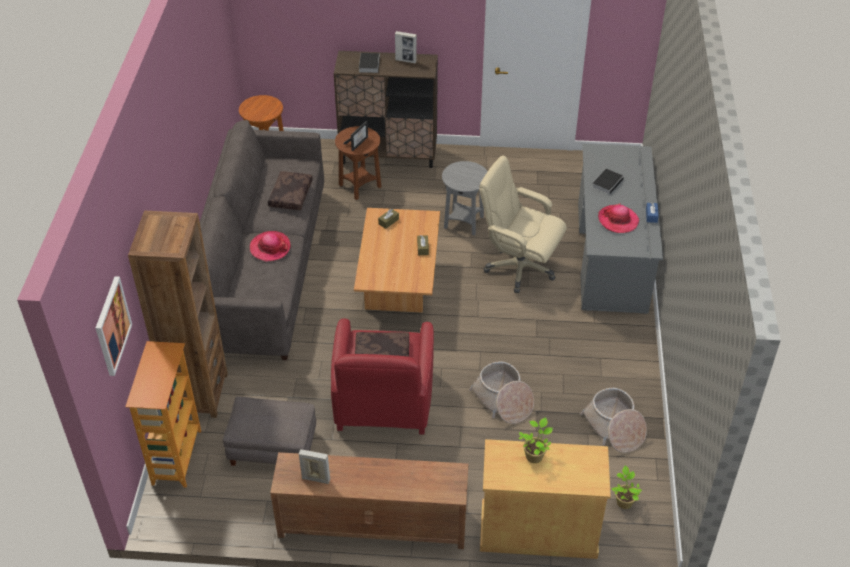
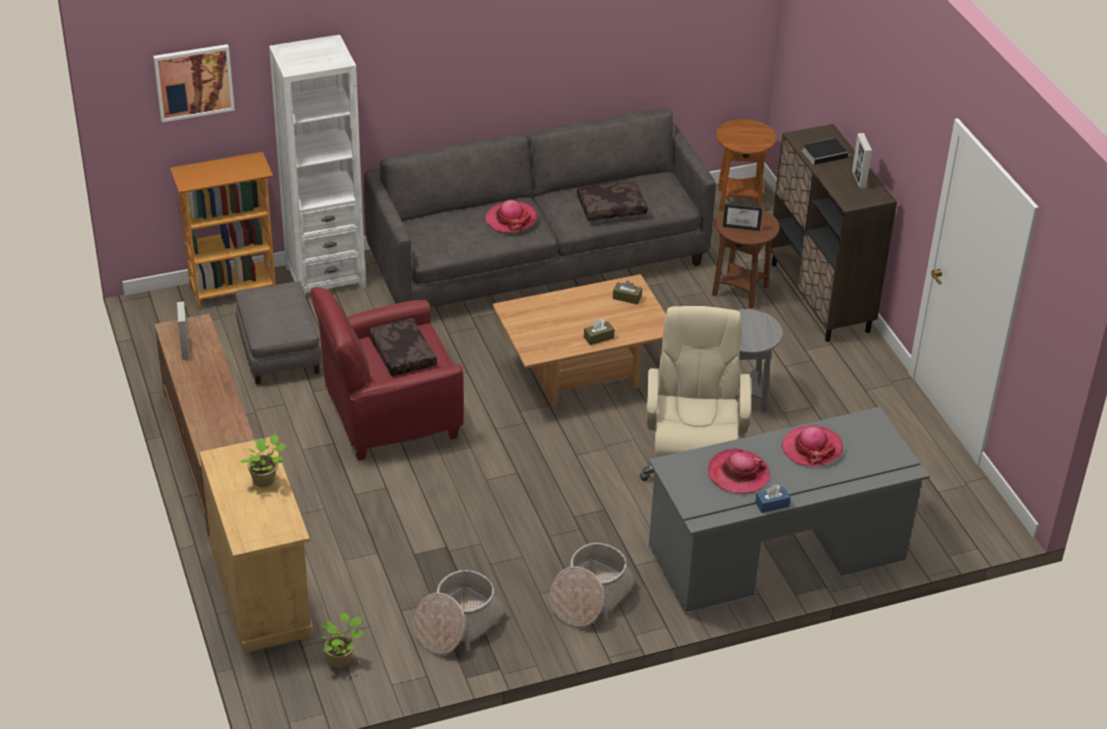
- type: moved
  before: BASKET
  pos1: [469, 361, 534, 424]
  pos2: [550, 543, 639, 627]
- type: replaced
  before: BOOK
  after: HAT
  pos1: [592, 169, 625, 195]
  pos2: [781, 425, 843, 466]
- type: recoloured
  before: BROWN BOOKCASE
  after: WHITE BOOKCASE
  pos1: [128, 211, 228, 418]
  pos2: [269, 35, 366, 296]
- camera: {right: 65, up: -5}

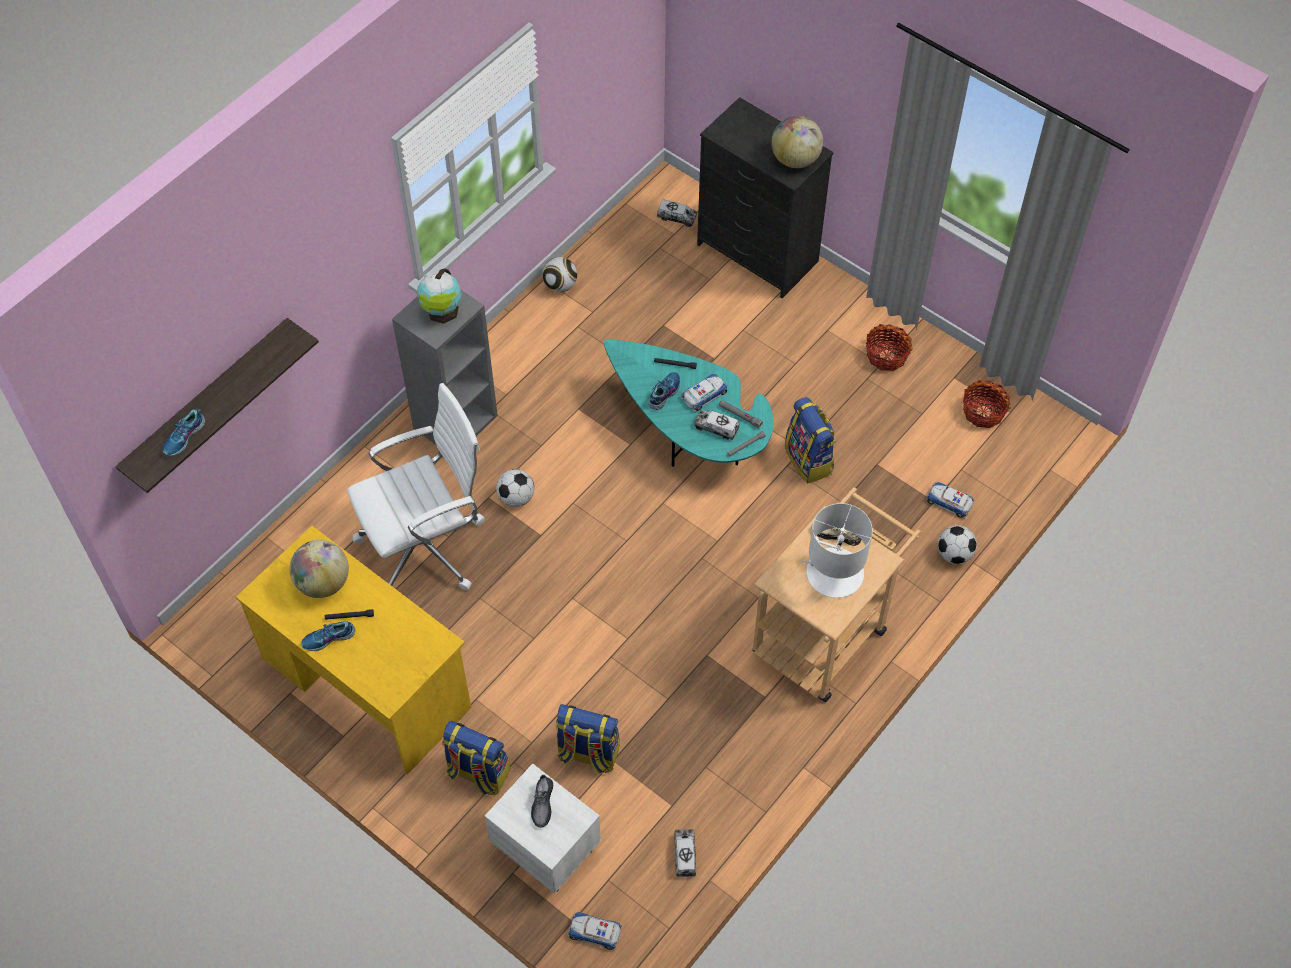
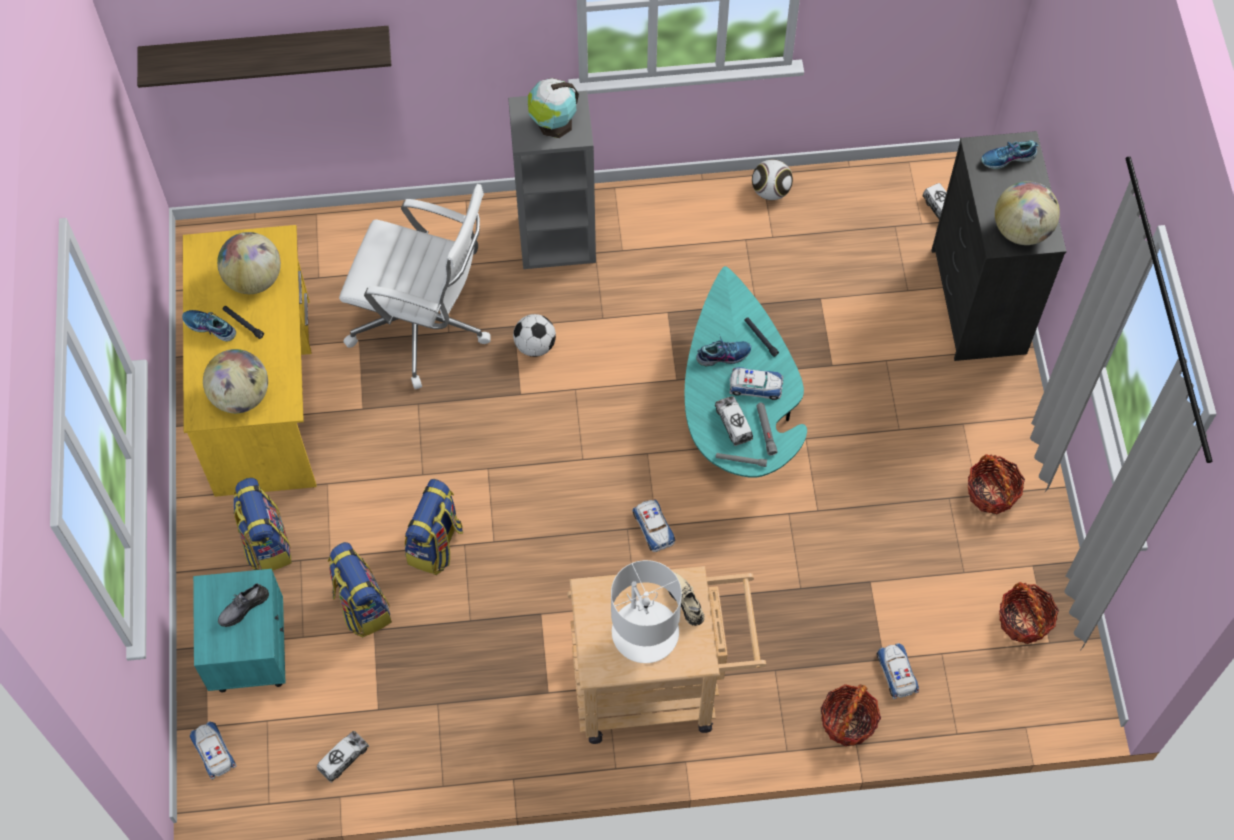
- type: added
  after: GLOBE
  pos2: [203, 349, 268, 413]
- type: added
  after: TOY CAR
  pos2: [632, 499, 675, 552]
- type: moved
  before: SHOE
  pos1: [163, 409, 205, 456]
  pos2: [981, 140, 1039, 169]
- type: moved
  before: BACKPACK
  pos1: [785, 397, 836, 483]
  pos2: [405, 479, 463, 575]
- type: replaced
  before: FOOTBALL
  after: BASKET
  pos1: [938, 525, 977, 564]
  pos2: [821, 684, 881, 746]
- type: recoloured
  before: WHITE NIGHTSTAND
  after: TURQUOISE NIGHTSTAND
  pos1: [485, 763, 601, 894]
  pos2: [193, 569, 285, 693]
- camera: {right: 45, up: 5}

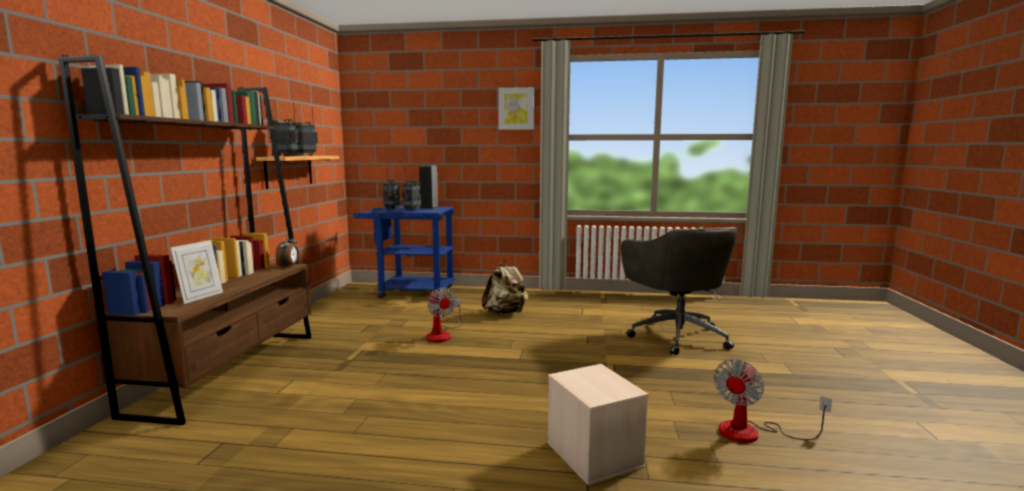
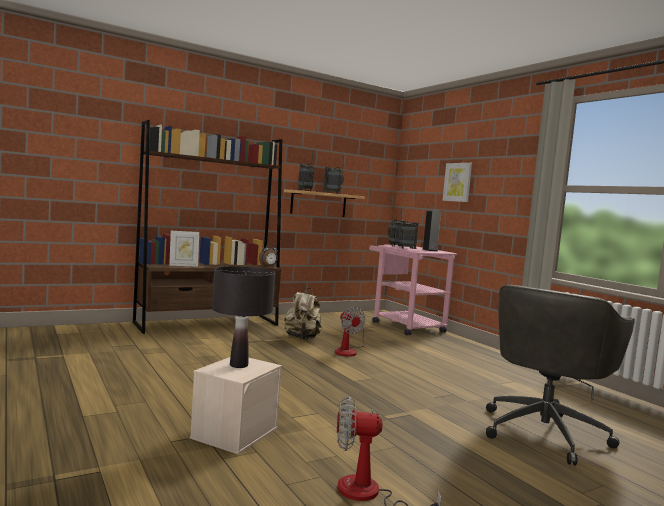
- type: added
  after: BLACK TABLE LAMP
  pos2: [212, 266, 275, 368]
- type: moved
  before: BEIGE BACKPACK
  pos1: [481, 260, 529, 314]
  pos2: [284, 288, 322, 340]
- type: moved
  before: PICTURE
  pos1: [498, 87, 534, 130]
  pos2: [443, 163, 472, 202]
- type: recoloured
  before: BLUE CART
  after: PINK CART
  pos1: [353, 206, 455, 298]
  pos2: [369, 245, 457, 335]
- type: turned
  before: FAN
  pos1: [426, 287, 462, 342]
  pos2: [335, 307, 365, 357]
  turn: -45
- camera: {right: 50, up: -5}

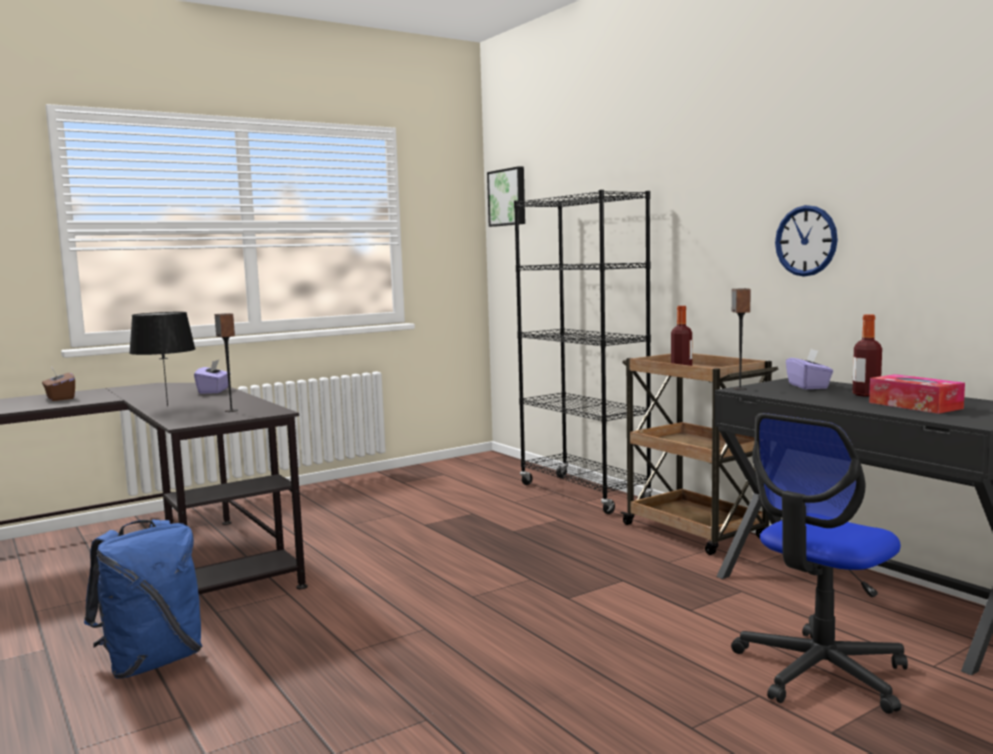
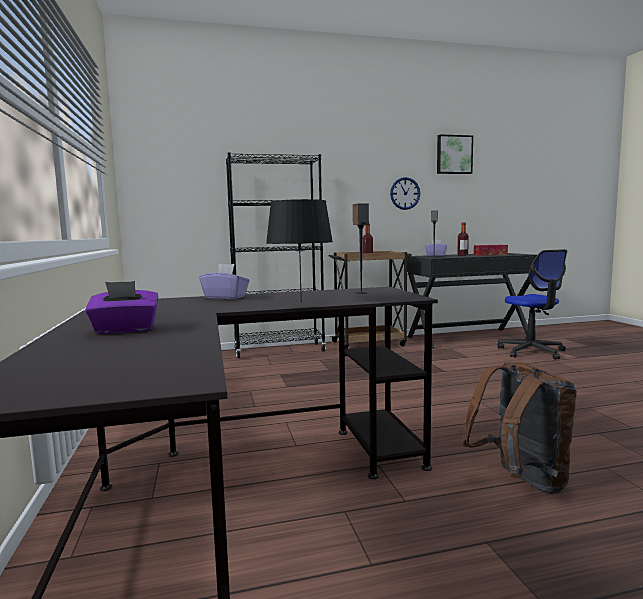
- type: moved
  before: PICTURE
  pos1: [487, 166, 525, 227]
  pos2: [437, 134, 473, 174]
- type: recoloured
  before: BROWN TISSUE BOX
  after: PURPLE TISSUE BOX
  pos1: [42, 366, 75, 401]
  pos2: [85, 281, 159, 334]
- type: recoloured
  before: BLUE BACKPACK
  after: BROWN BACKPACK
  pos1: [84, 520, 203, 679]
  pos2: [462, 362, 577, 494]
- camera: {right: -70, up: 0}

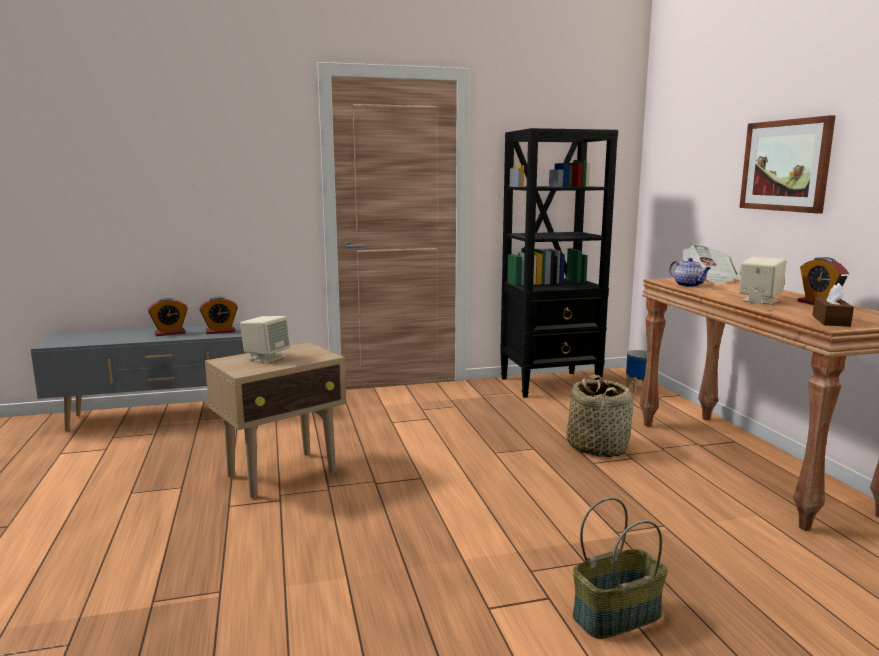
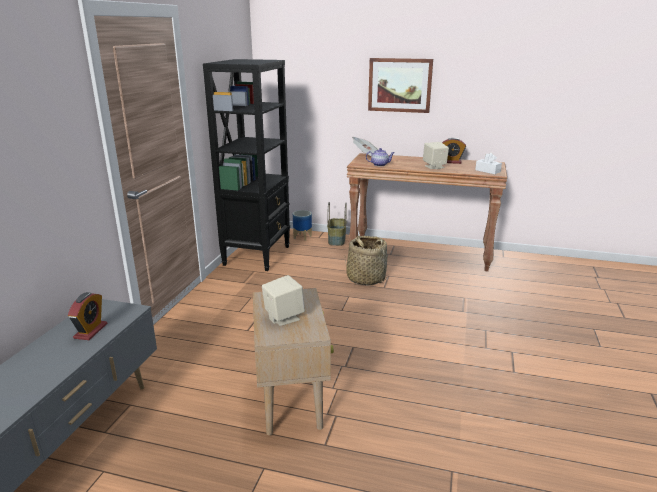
- type: removed
  before: ALARM CLOCK
  pos1: [148, 298, 188, 336]
- type: moved
  before: BASKET
  pos1: [573, 497, 668, 639]
  pos2: [327, 202, 347, 246]
- type: recoloured
  before: BROWN TISSUE BOX
  after: WHITE TISSUE BOX
  pos1: [812, 283, 854, 327]
  pos2: [475, 153, 502, 174]
- camera: {right: -60, up: 10}

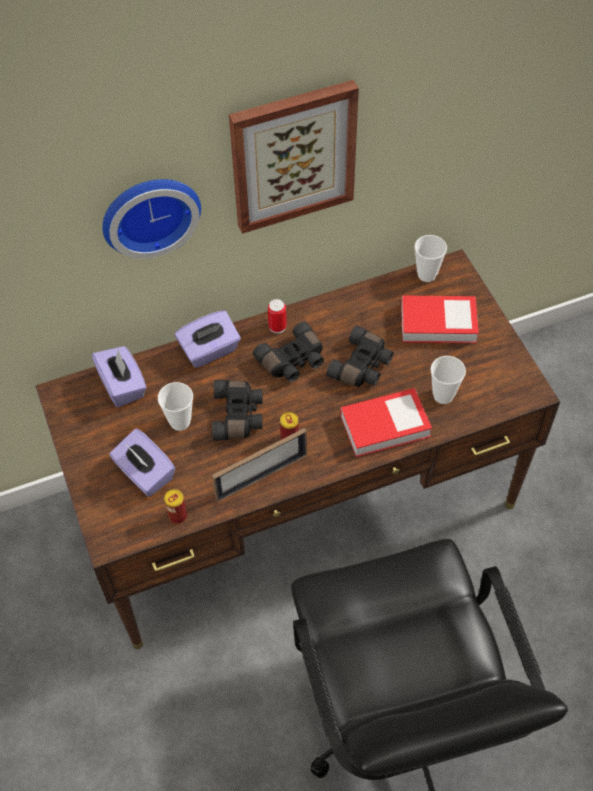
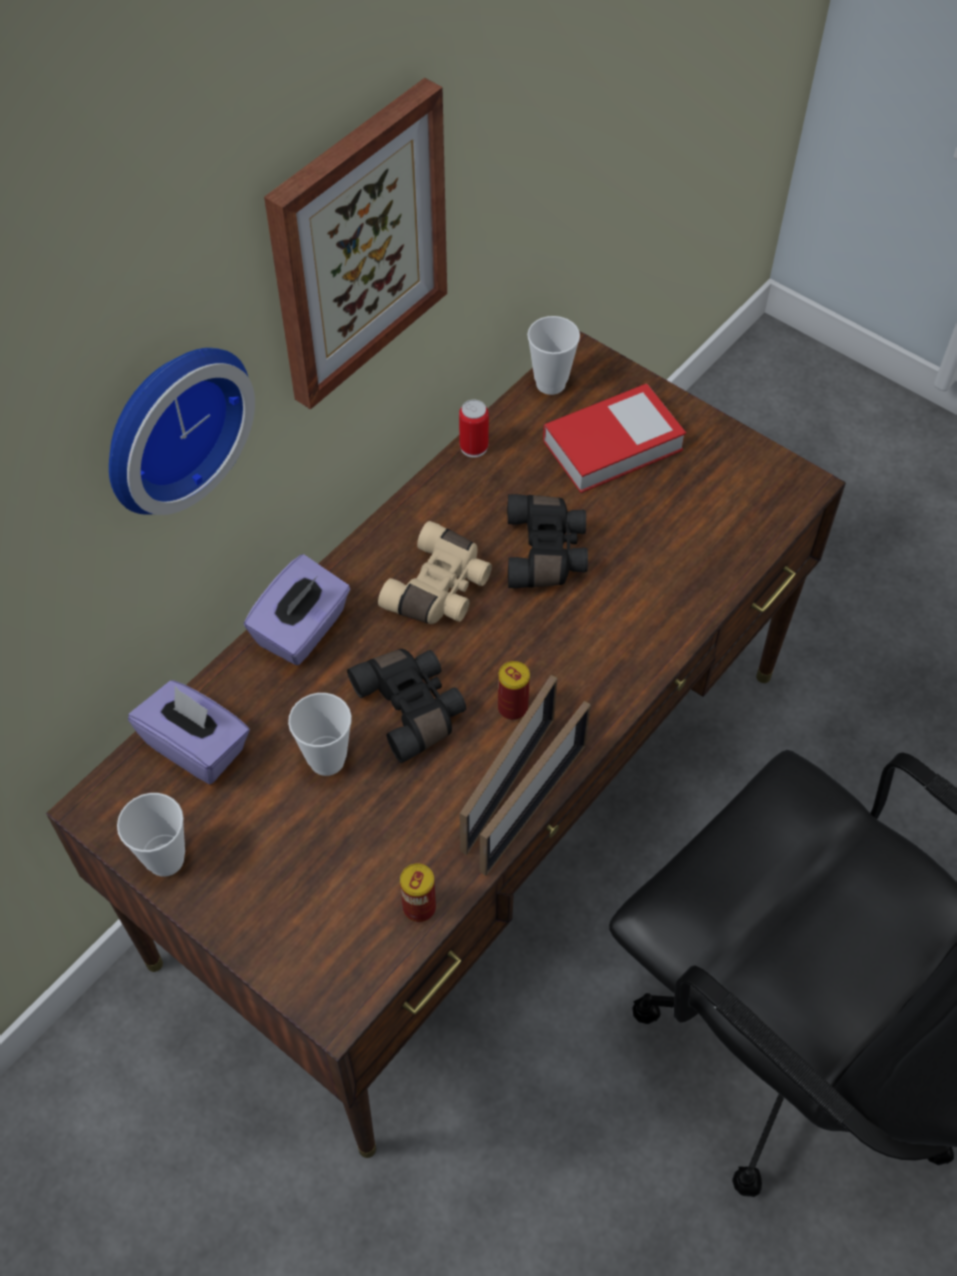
- type: removed
  before: PURPLE TISSUE BOX
  pos1: [110, 429, 175, 497]
- type: removed
  before: BOOK
  pos1: [340, 388, 432, 457]
- type: added
  after: PICTURE FRAME
  pos2: [480, 701, 591, 876]
- type: moved
  before: CAN
  pos1: [268, 299, 286, 333]
  pos2: [459, 400, 489, 458]
- type: moved
  before: CUP
  pos1: [431, 356, 466, 404]
  pos2: [117, 793, 185, 877]
- type: recoloured
  before: BLACK BINOCULARS
  after: BEIGE BINOCULARS
  pos1: [253, 321, 324, 382]
  pos2: [378, 521, 492, 624]
- camera: {right: -30, up: 0}

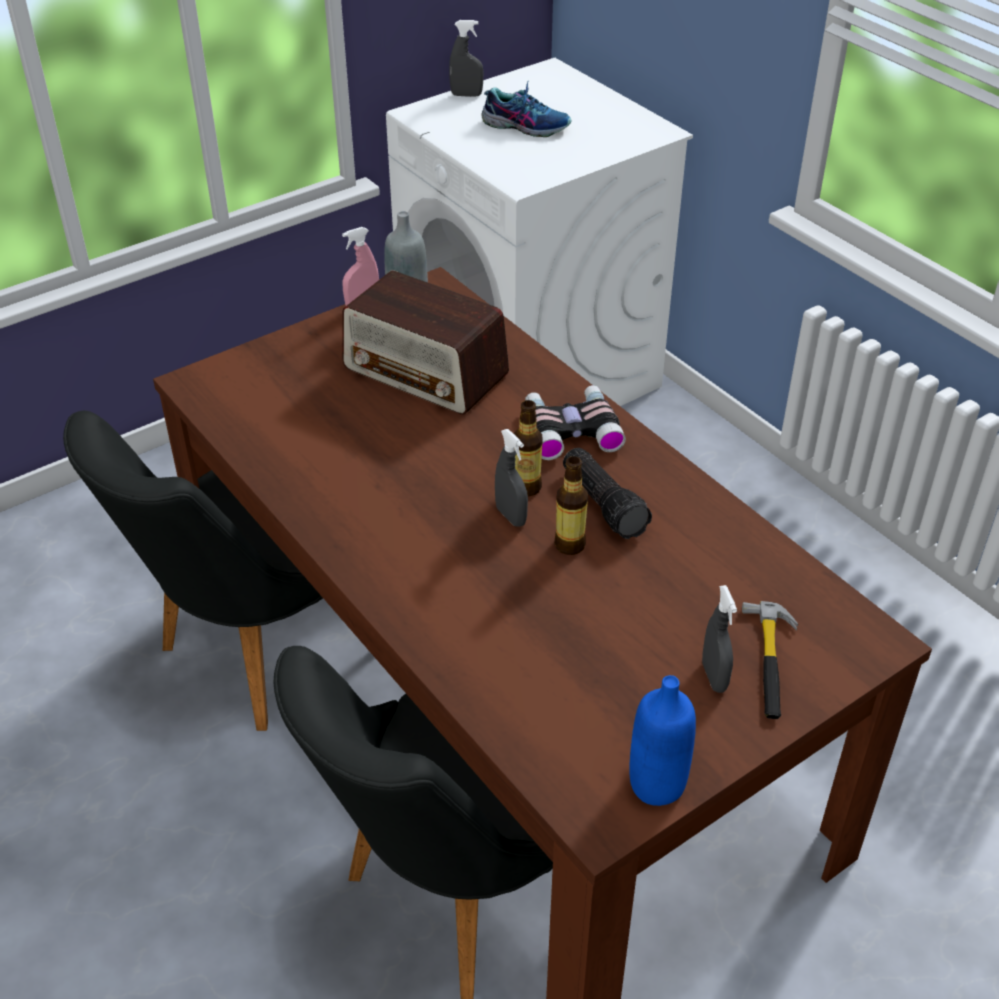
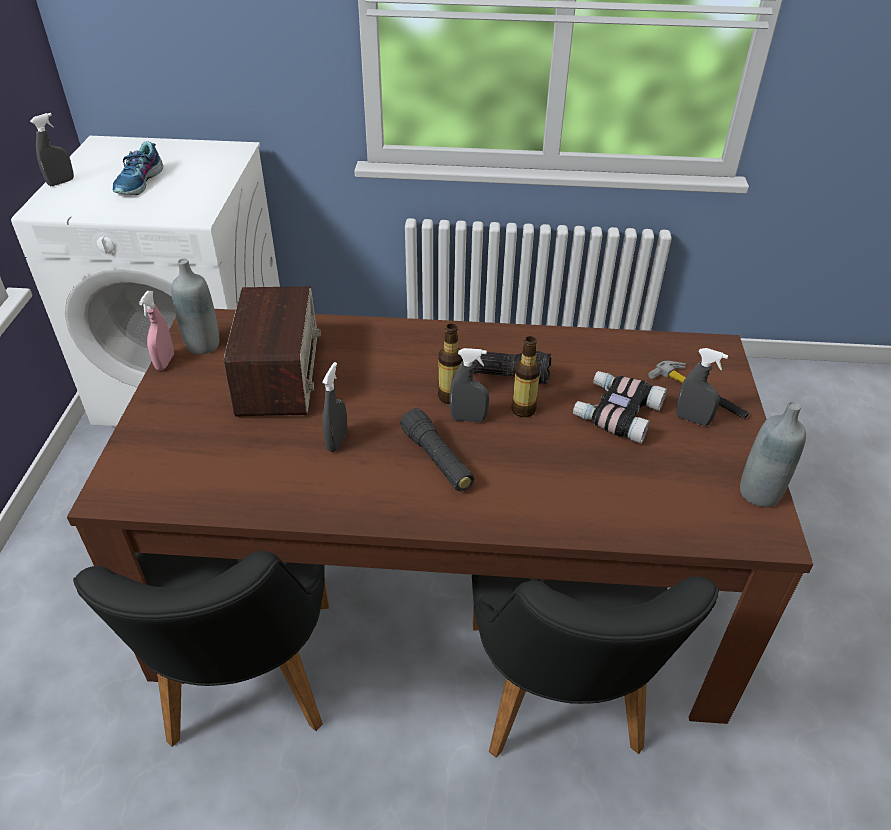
- type: added
  after: GREY SPRAY BOTTLE
  pos2: [322, 362, 347, 452]
- type: added
  after: BLACK FLASHLIGHT
  pos2: [400, 408, 474, 492]
- type: moved
  before: BINOCULARS
  pos1: [525, 385, 626, 460]
  pos2: [573, 371, 667, 444]
- type: recoloured
  before: BLUE BOTTLE
  after: GREY BOTTLE
  pos1: [629, 675, 696, 806]
  pos2: [740, 401, 806, 507]
- type: turned
  before: RADIO
  pos1: [342, 270, 509, 415]
  pos2: [224, 286, 321, 416]
  turn: -75
- type: turned
  before: SHOE
  pos1: [481, 82, 572, 137]
  pos2: [113, 141, 163, 195]
  turn: 135
- camera: {right: -50, up: 0}

